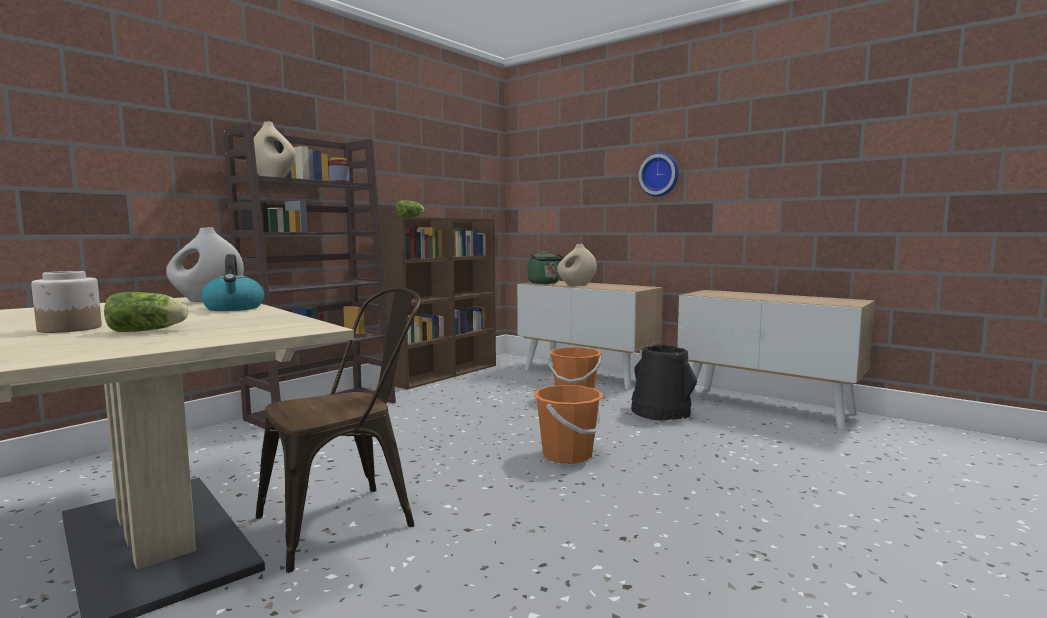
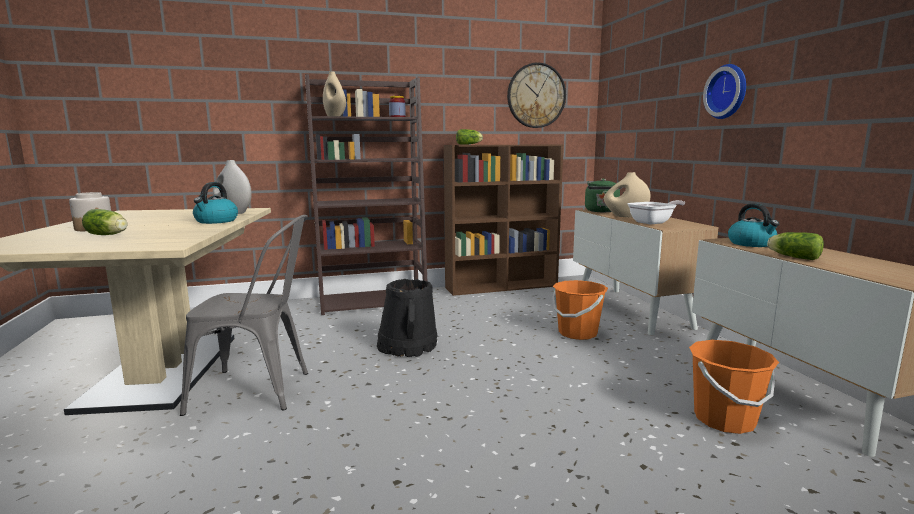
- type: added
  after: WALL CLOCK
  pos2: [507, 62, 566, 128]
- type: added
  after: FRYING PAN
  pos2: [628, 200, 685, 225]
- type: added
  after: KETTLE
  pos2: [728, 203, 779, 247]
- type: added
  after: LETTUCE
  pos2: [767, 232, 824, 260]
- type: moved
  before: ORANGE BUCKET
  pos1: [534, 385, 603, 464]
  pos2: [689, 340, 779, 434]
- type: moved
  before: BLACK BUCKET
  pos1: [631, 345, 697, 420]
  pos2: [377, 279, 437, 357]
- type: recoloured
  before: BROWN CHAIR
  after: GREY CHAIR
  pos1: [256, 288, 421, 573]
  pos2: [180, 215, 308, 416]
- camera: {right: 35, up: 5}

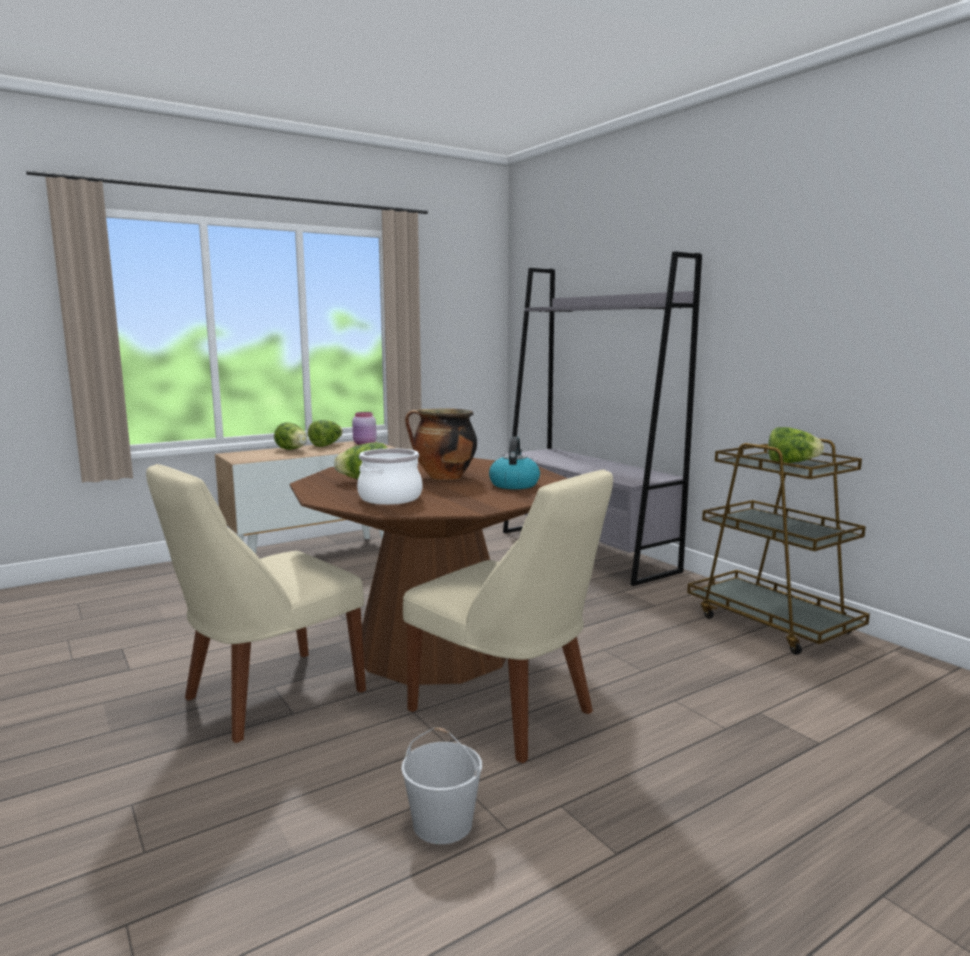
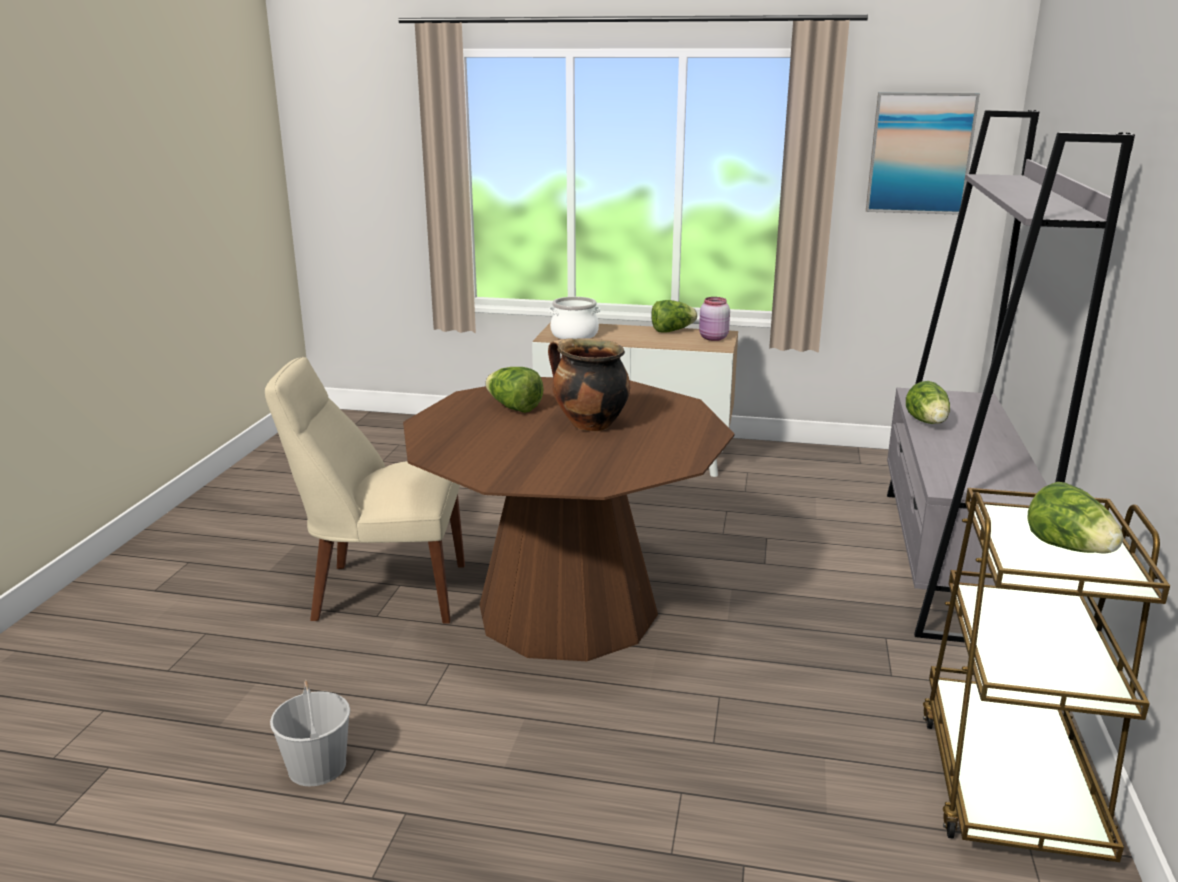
- type: removed
  before: BEIGE CHAIR
  pos1: [403, 469, 613, 763]
- type: removed
  before: KETTLE
  pos1: [489, 437, 540, 489]
- type: added
  after: PICTURE
  pos2: [866, 92, 980, 215]
- type: moved
  before: LETTUCE
  pos1: [274, 422, 307, 450]
  pos2: [906, 381, 950, 424]
- type: moved
  before: COOKING POT
  pos1: [357, 448, 423, 505]
  pos2: [549, 297, 600, 339]
- camera: {right: 45, up: 10}

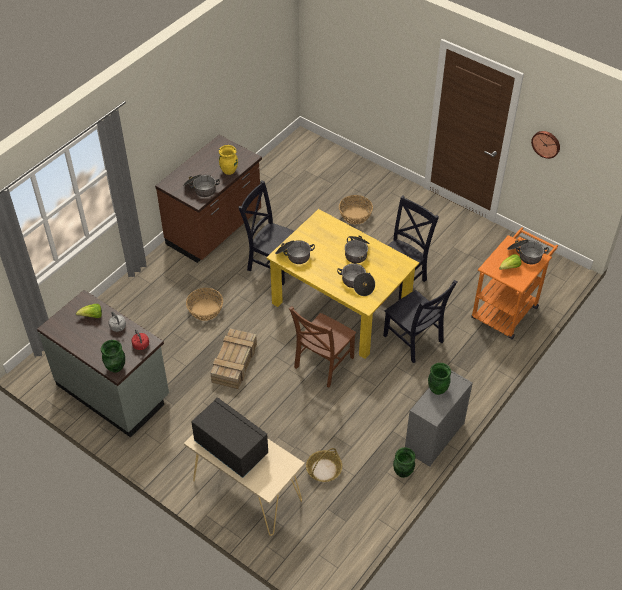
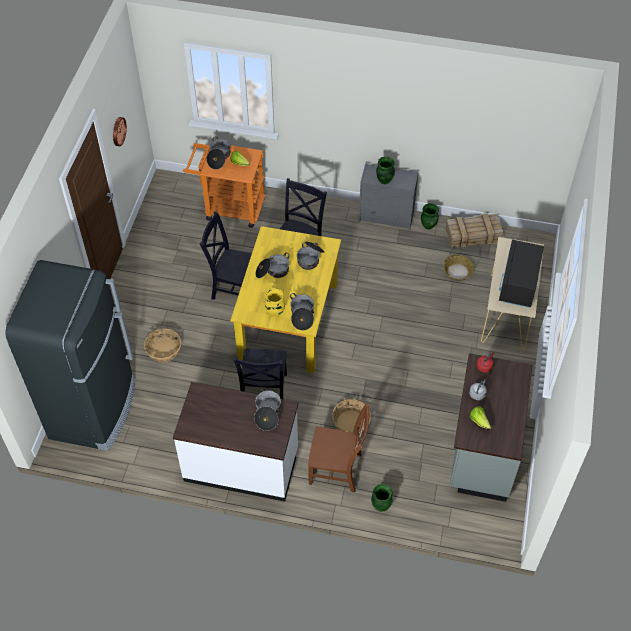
- type: added
  after: BLACK FRIDGE
  pos2: [5, 260, 135, 451]
- type: moved
  before: GREEN VASE
  pos1: [101, 340, 125, 373]
  pos2: [371, 484, 393, 512]
- type: moved
  before: CRATE
  pos1: [210, 328, 257, 389]
  pos2: [446, 213, 503, 248]
- type: moved
  before: YELLOW VASE
  pos1: [219, 145, 238, 175]
  pos2: [265, 288, 285, 317]
- type: moved
  before: BROWN CHAIR
  pos1: [289, 306, 356, 388]
  pos2: [308, 403, 370, 493]
- type: recoloured
  before: BROWN COUNTER
  after: WHITE COUNTER
  pos1: [155, 135, 262, 263]
  pos2: [173, 382, 298, 502]
- camera: {right: -115, up: 5}

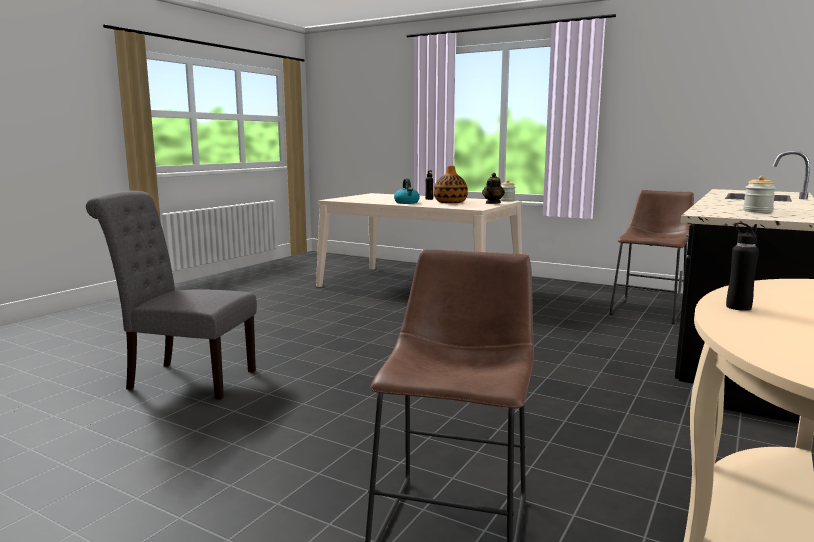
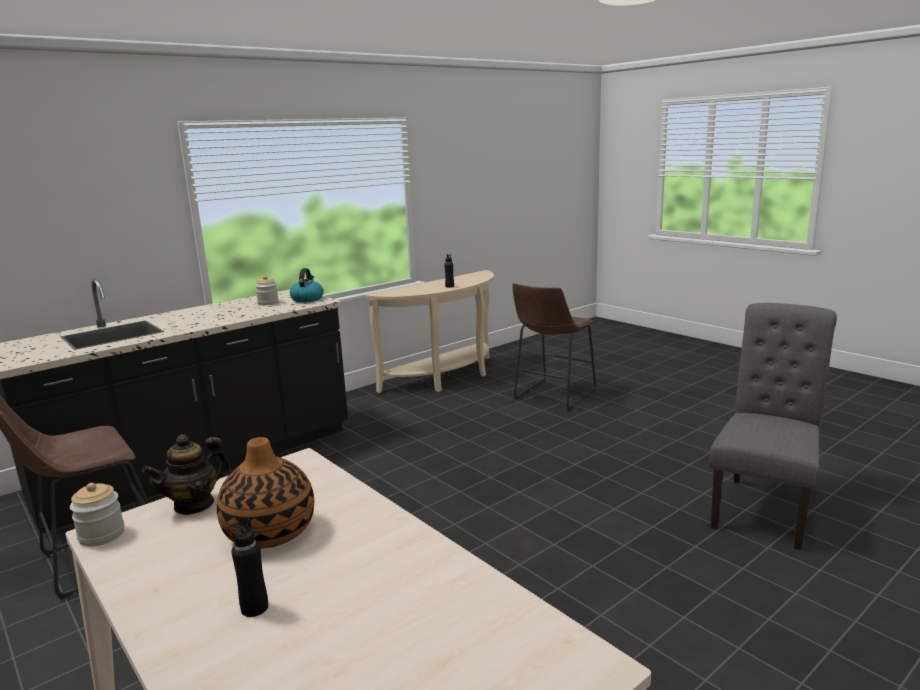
- type: moved
  before: KETTLE
  pos1: [394, 178, 420, 204]
  pos2: [290, 268, 324, 303]
- type: turned
  before: GREY CHAIR
  pos1: [86, 191, 257, 400]
  pos2: [709, 303, 837, 550]
  turn: -90
- camera: {right: -160, up: 5}

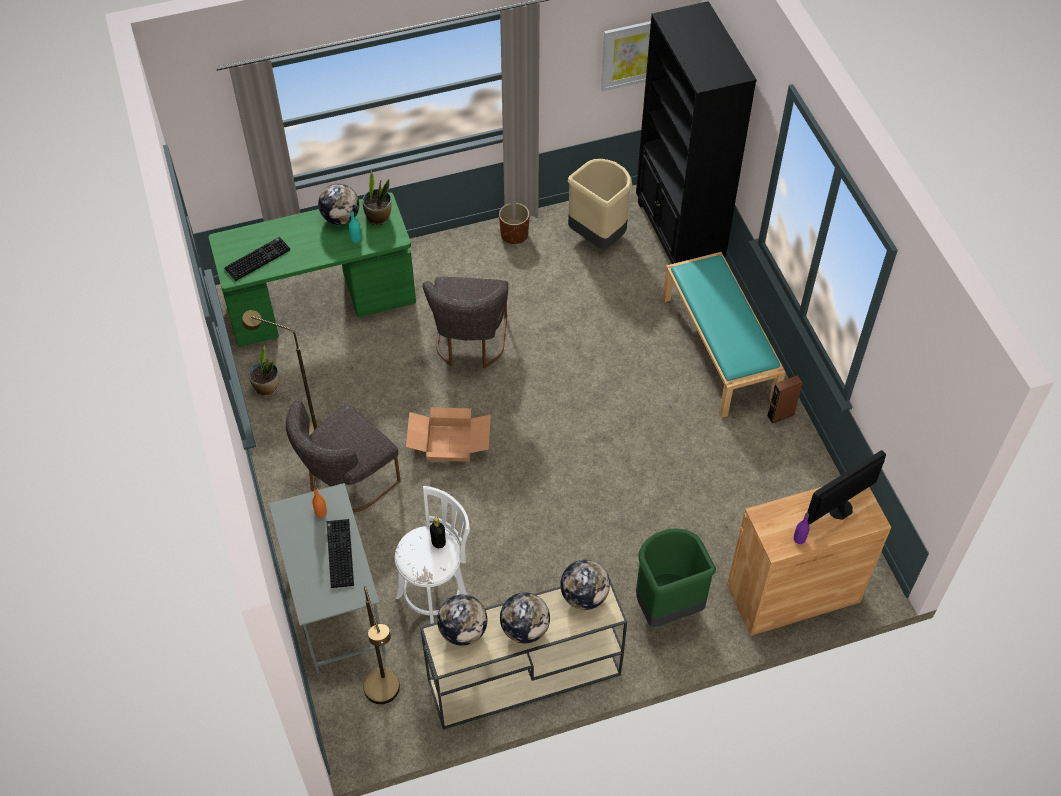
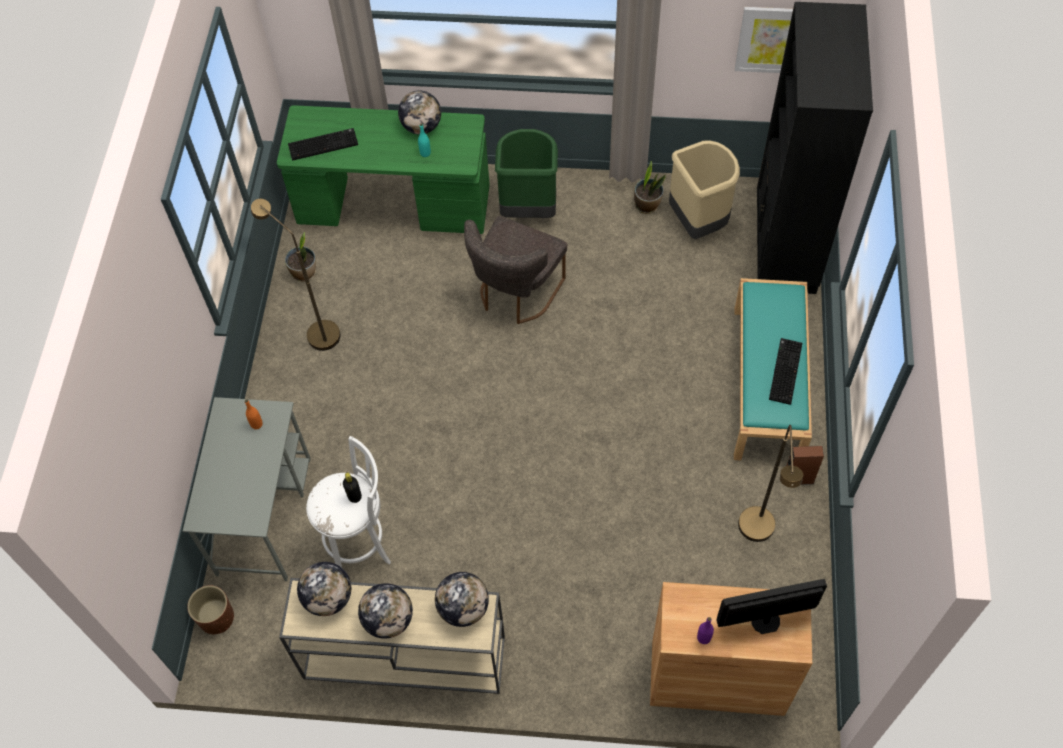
- type: removed
  before: GREY CHAIR
  pos1: [286, 400, 401, 513]
- type: removed
  before: CARDBOARD BOX
  pos1: [406, 407, 491, 462]
- type: moved
  before: KEYBOARD
  pos1: [327, 519, 354, 588]
  pos2: [769, 338, 802, 405]
- type: moved
  before: POTTED PLANT
  pos1: [362, 170, 392, 225]
  pos2: [634, 161, 666, 214]
- type: moved
  before: BROWN FLOOR LAMP
  pos1: [363, 586, 400, 704]
  pos2: [738, 425, 803, 542]
- type: moved
  before: BROWN PLANTER
  pos1: [499, 203, 530, 244]
  pos2: [187, 585, 234, 634]
- type: moved
  before: GREEN TRASH CAN
  pos1: [636, 529, 716, 627]
  pos2: [495, 129, 558, 218]
- camera: {right: 25, up: 5}

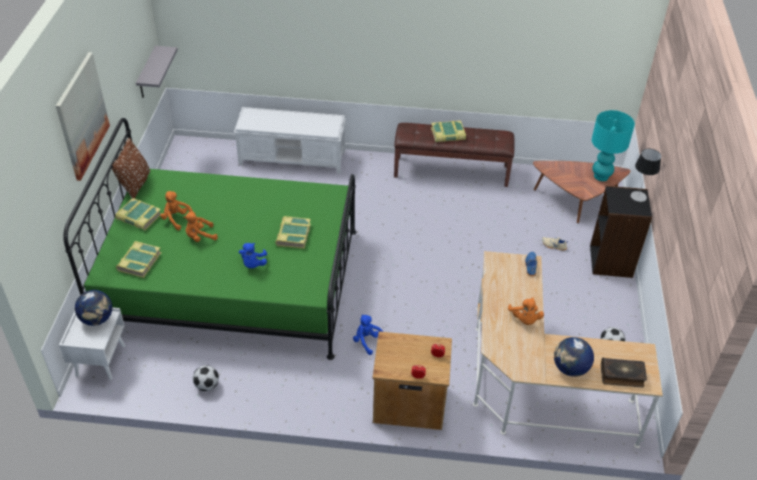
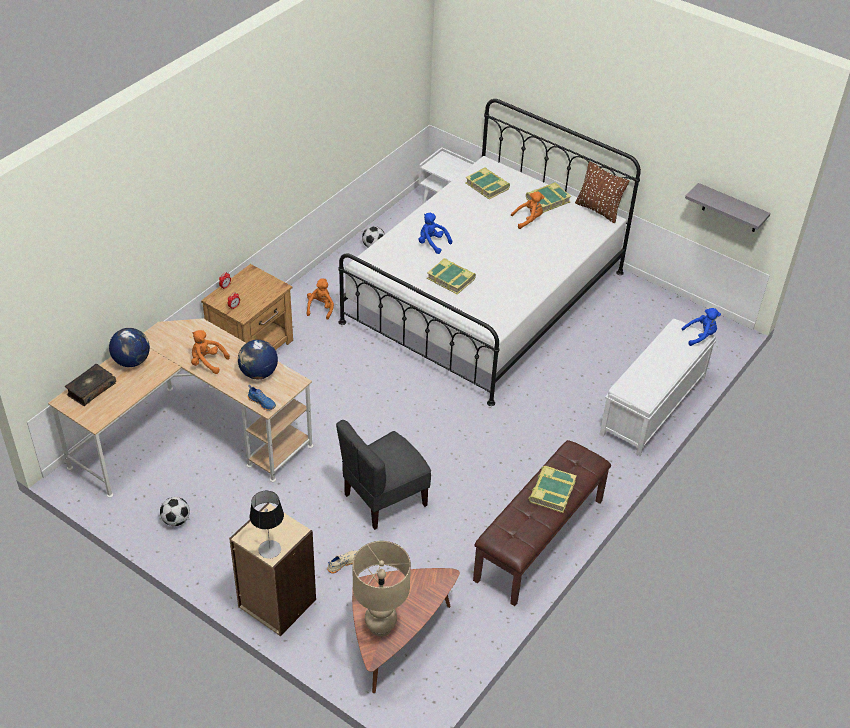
- type: removed
  before: PICTURE
  pos1: [56, 52, 110, 181]
- type: added
  after: GREY CHAIR
  pos2: [336, 420, 431, 530]
- type: moved
  before: GLOBE
  pos1: [75, 290, 112, 326]
  pos2: [238, 340, 278, 379]
- type: moved
  before: ORANGE PLUSH TOY
  pos1: [183, 212, 218, 242]
  pos2: [307, 278, 334, 320]
- type: moved
  before: BLUE PLUSH TOY
  pos1: [353, 314, 383, 355]
  pos2: [681, 308, 721, 346]
- type: recoloured
  before: GREEN BED
  after: WHITE BED
  pos1: [63, 118, 356, 360]
  pos2: [338, 99, 641, 406]
- type: recoloured
  before: BLACK BOOKCASE
  after: BEIGE BOOKCASE
  pos1: [590, 186, 652, 278]
  pos2: [229, 503, 316, 636]
- type: recoloured
  before: TURQUOISE TABLE LAMP
  after: BEIGE TABLE LAMP
  pos1: [592, 110, 635, 181]
  pos2: [352, 541, 411, 636]
- camera: {right: 120, up: 0}

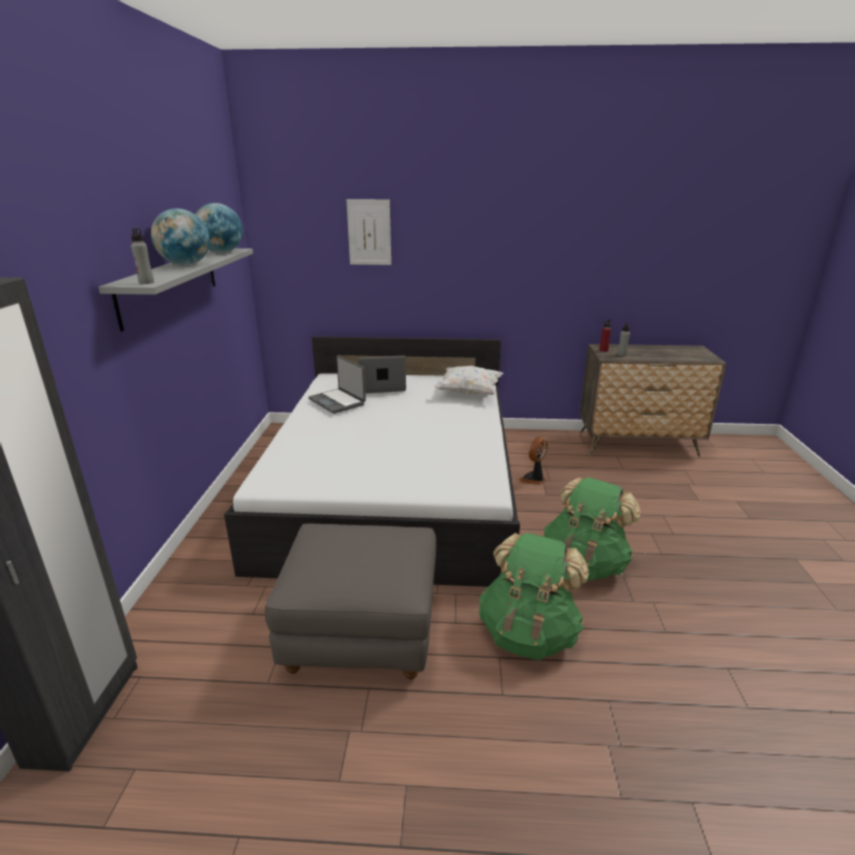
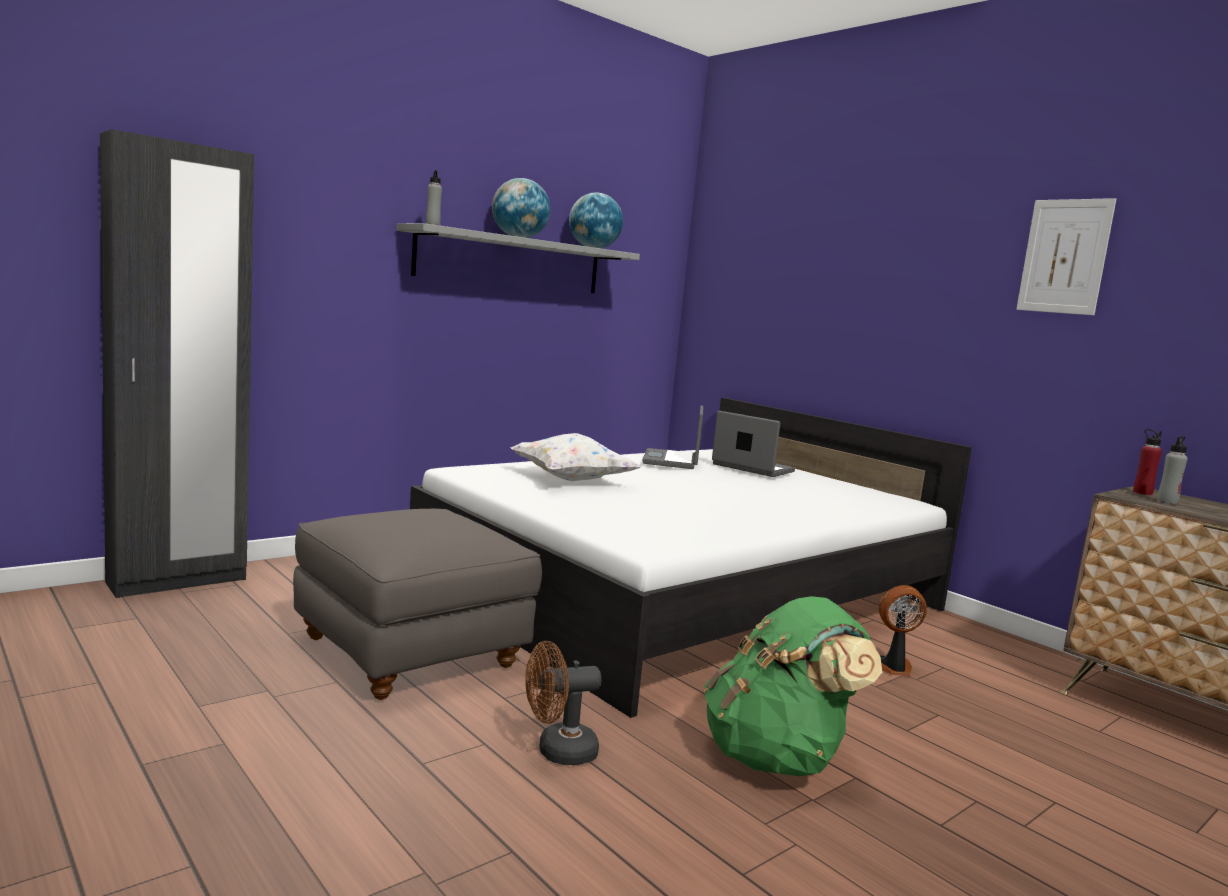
- type: moved
  before: PICTURE
  pos1: [346, 199, 391, 265]
  pos2: [1016, 198, 1116, 315]
- type: moved
  before: WHITE PILLOW
  pos1: [434, 366, 503, 395]
  pos2: [510, 433, 641, 481]
- type: replaced
  before: GREEN BACKPACK
  after: BROWN FAN
  pos1: [479, 533, 589, 660]
  pos2: [525, 641, 602, 765]
- camera: {right: 45, up: -15}

